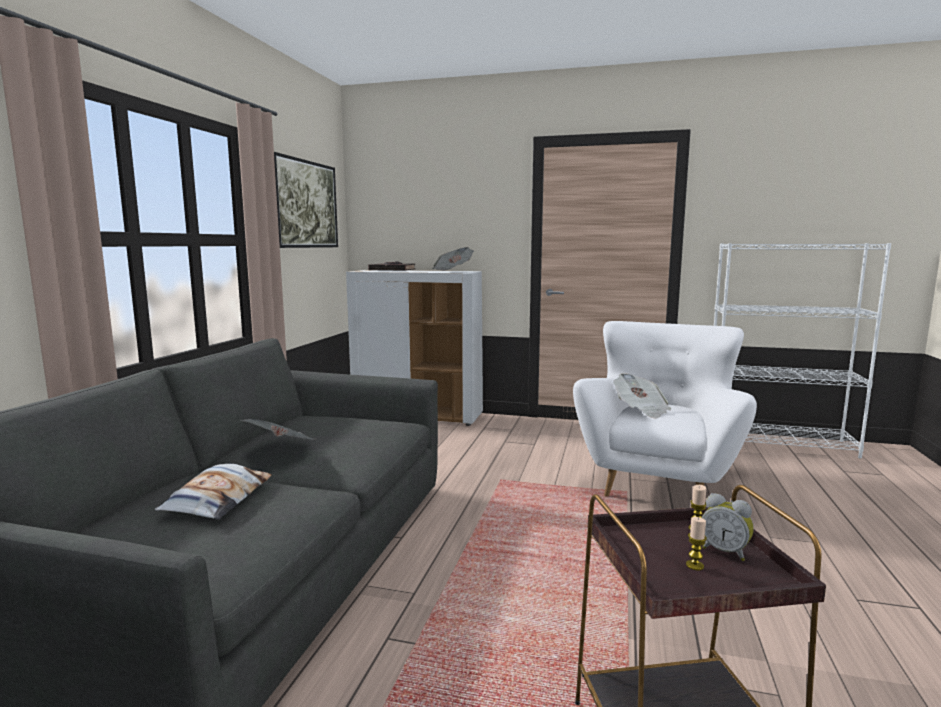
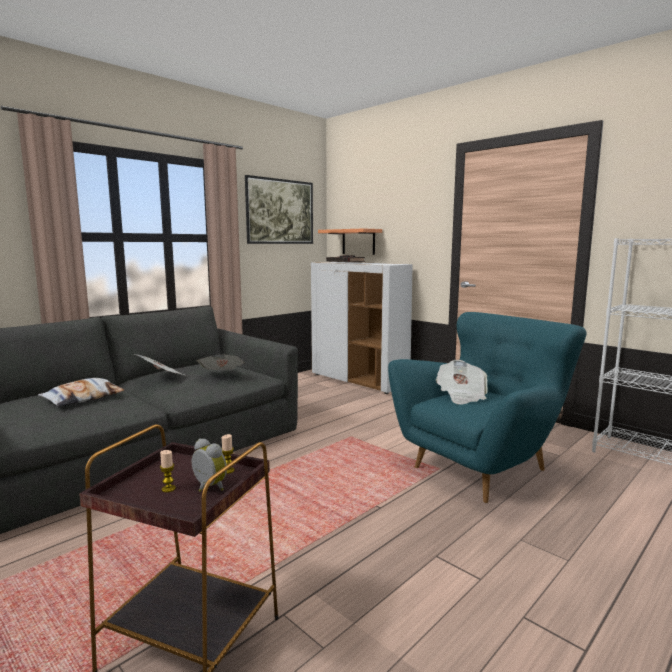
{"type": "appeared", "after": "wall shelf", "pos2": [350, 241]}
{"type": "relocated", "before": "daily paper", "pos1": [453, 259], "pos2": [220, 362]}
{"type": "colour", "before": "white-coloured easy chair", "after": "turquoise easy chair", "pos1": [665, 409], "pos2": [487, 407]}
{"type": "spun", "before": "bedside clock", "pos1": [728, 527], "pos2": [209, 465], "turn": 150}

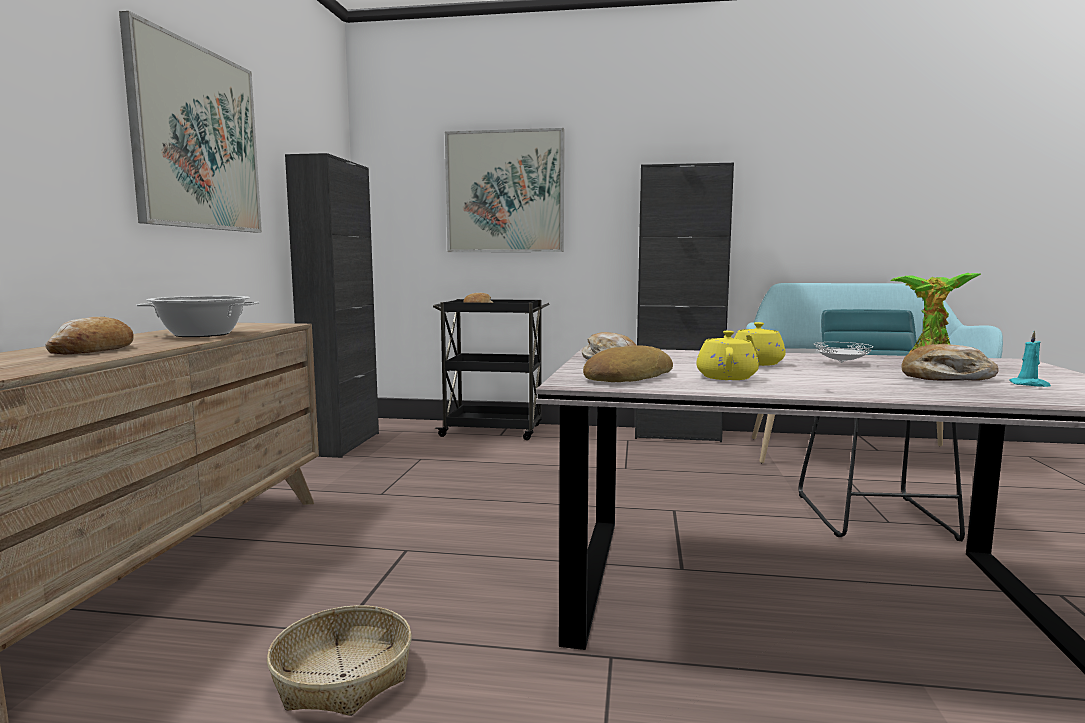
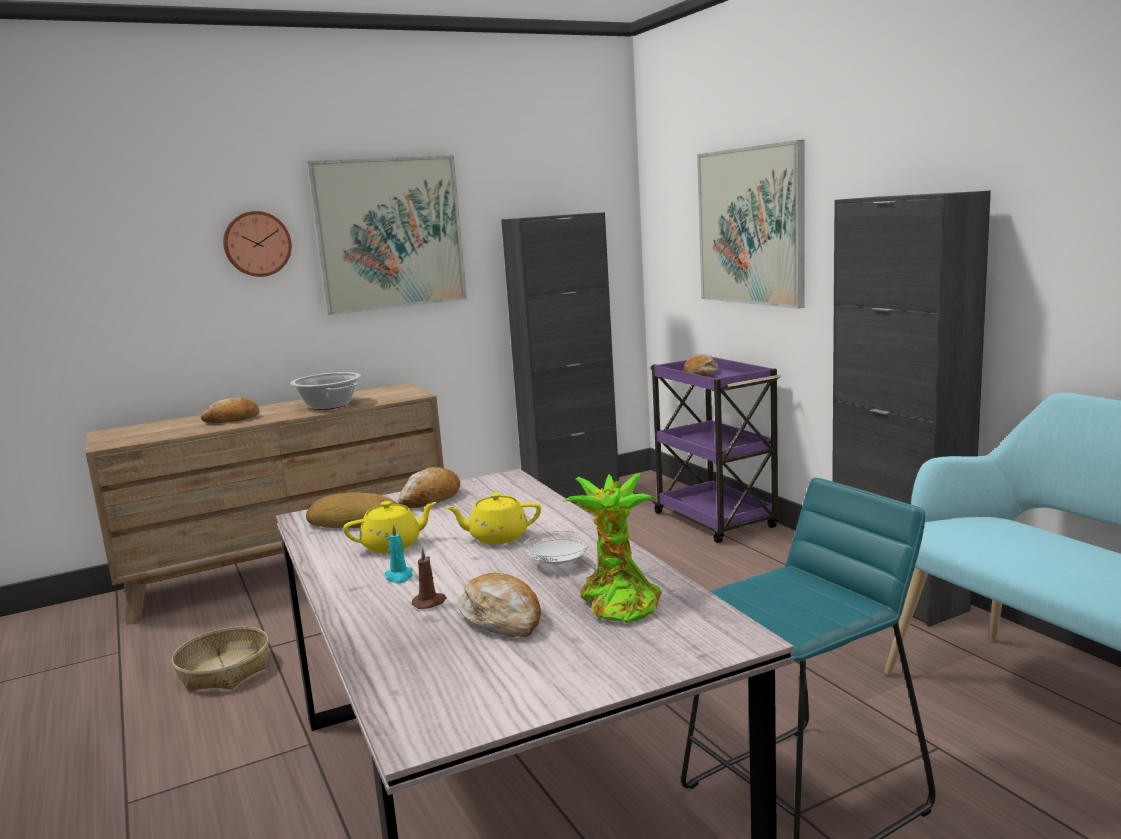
{"type": "appeared", "after": "wall clock", "pos2": [257, 244]}
{"type": "appeared", "after": "brown-coloured wax candle", "pos2": [429, 578]}
{"type": "relocated", "before": "turquoise wax candle", "pos1": [1030, 358], "pos2": [399, 554]}
{"type": "colour", "before": "black wheeled cart", "after": "purple-coloured wheeled cart", "pos1": [491, 369], "pos2": [715, 450]}

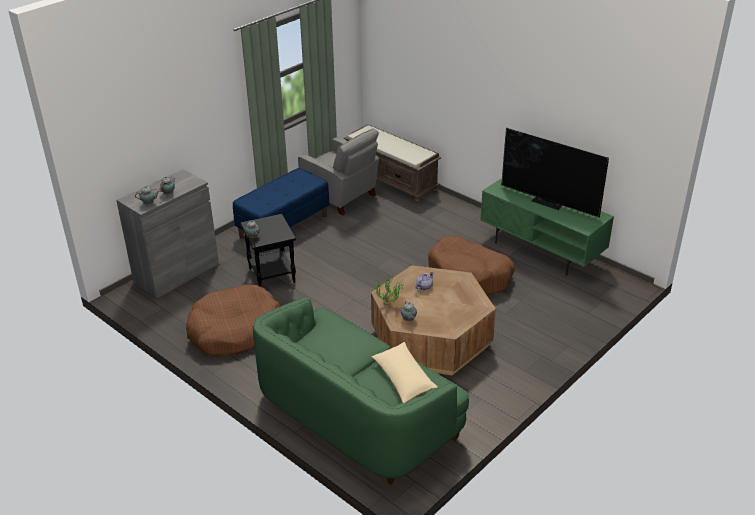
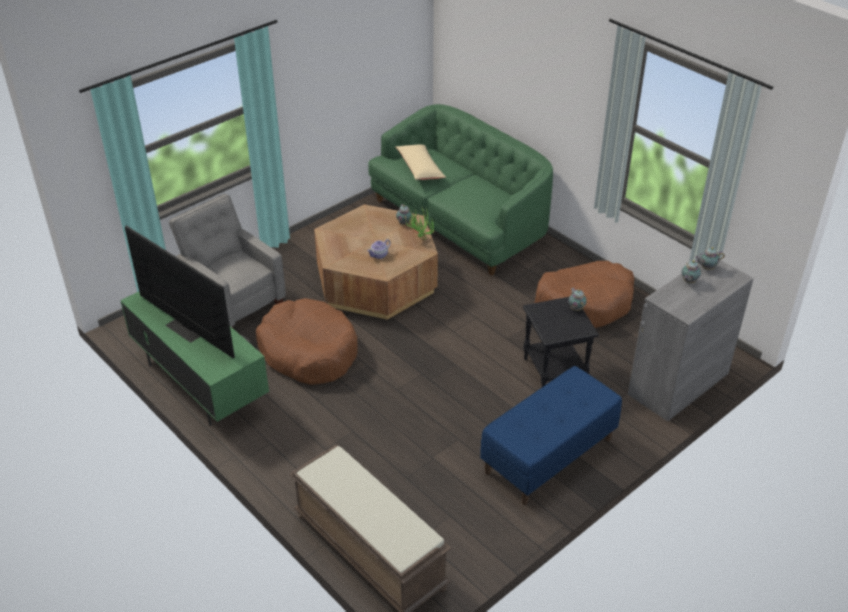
{"type": "relocated", "before": "gray easy chair", "pos1": [338, 172], "pos2": [227, 261]}

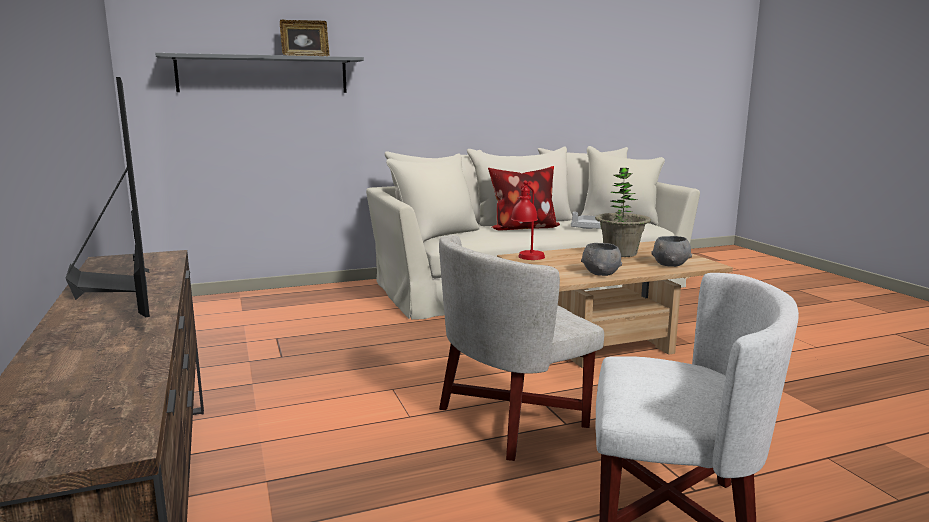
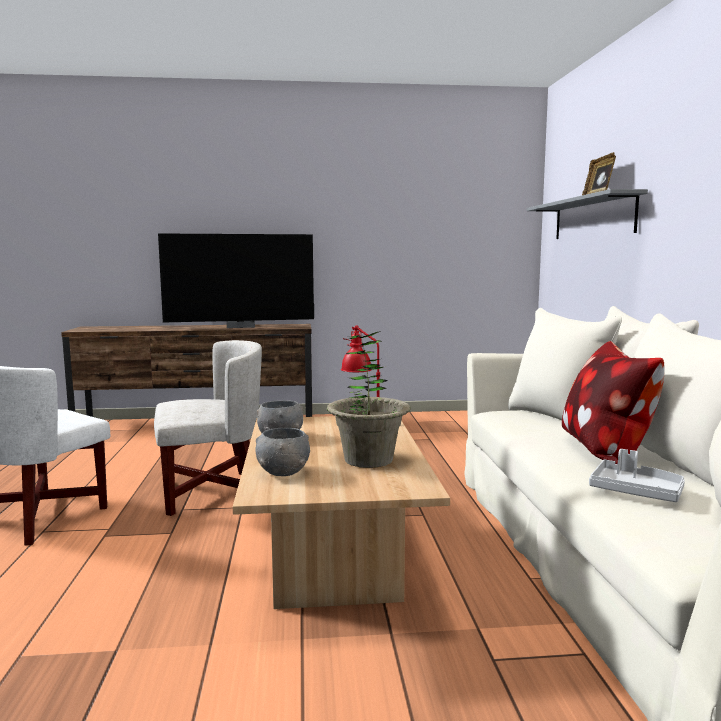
{"type": "spun", "before": "white-coloured easy chair", "pos1": [521, 348], "pos2": [208, 428], "turn": 90}

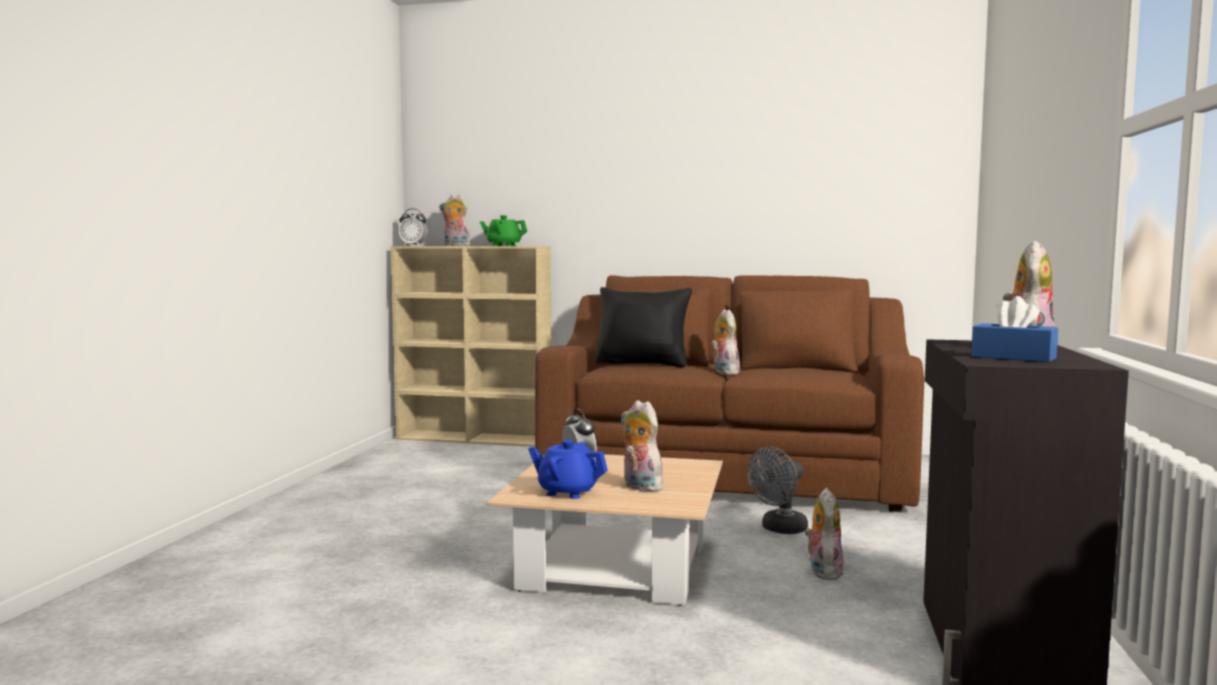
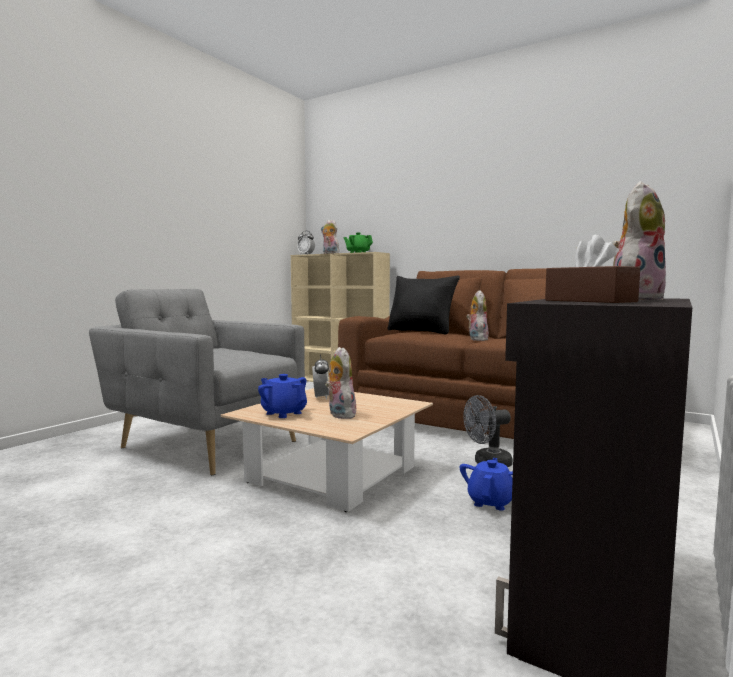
{"type": "appeared", "after": "gray easy chair", "pos2": [197, 382]}
{"type": "exchanged", "before": "cuddly toy", "after": "blue teapot", "pos1": [824, 534], "pos2": [486, 484]}
{"type": "colour", "before": "blue box of tissues", "after": "brown-coloured box of tissues", "pos1": [1015, 329], "pos2": [592, 269]}

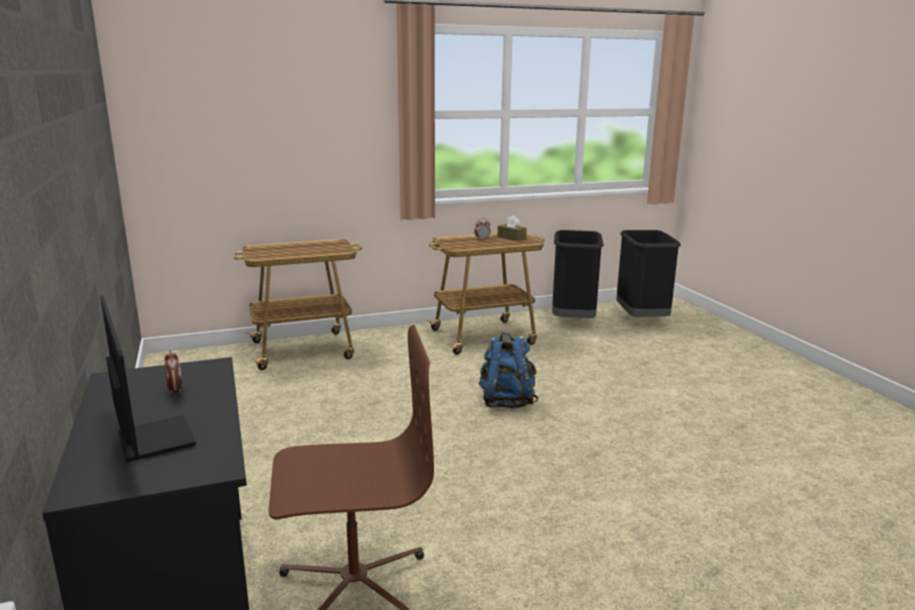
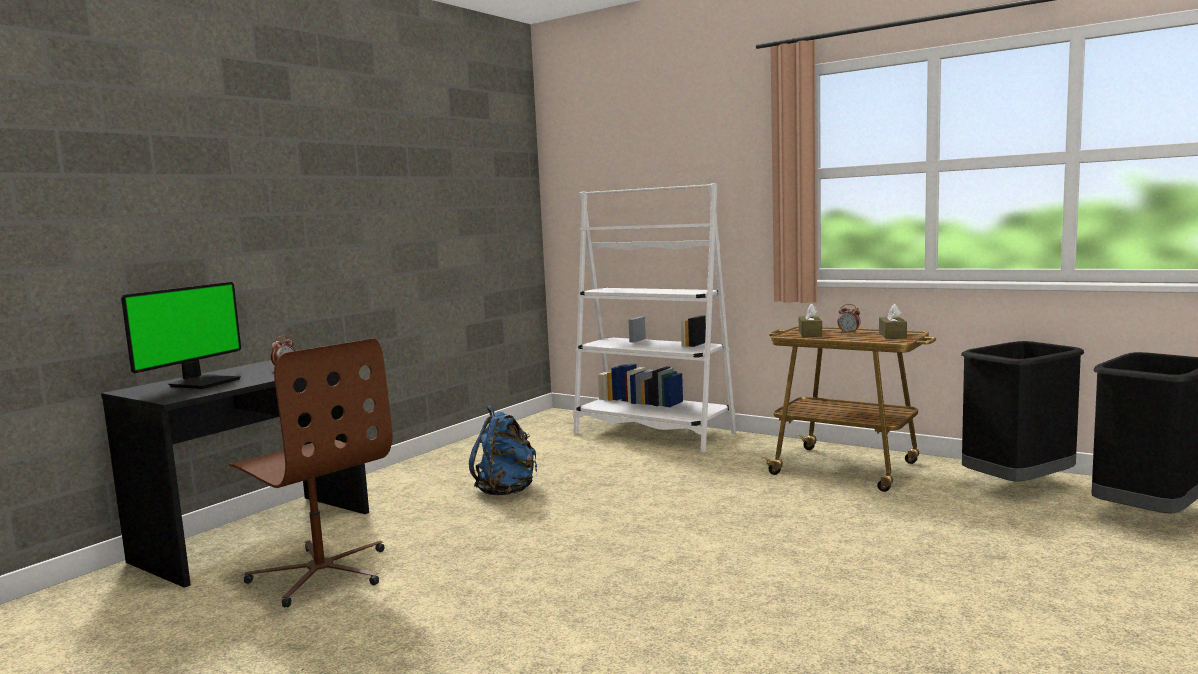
{"type": "appeared", "after": "brown-coloured box of tissues", "pos2": [810, 320]}
{"type": "relocated", "before": "blue knapsack", "pos1": [508, 370], "pos2": [503, 450]}
{"type": "exchanged", "before": "wheeled cart", "after": "white-coloured bookcase", "pos1": [297, 304], "pos2": [654, 318]}

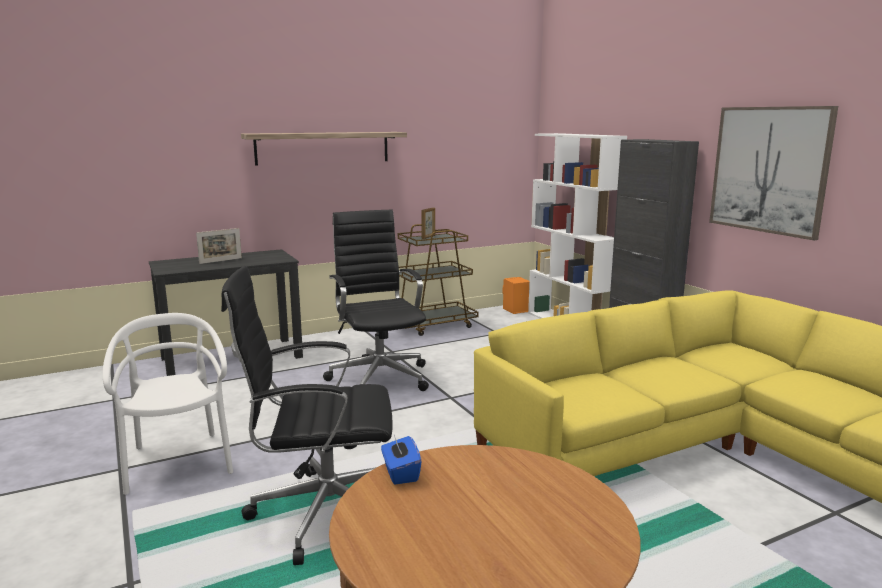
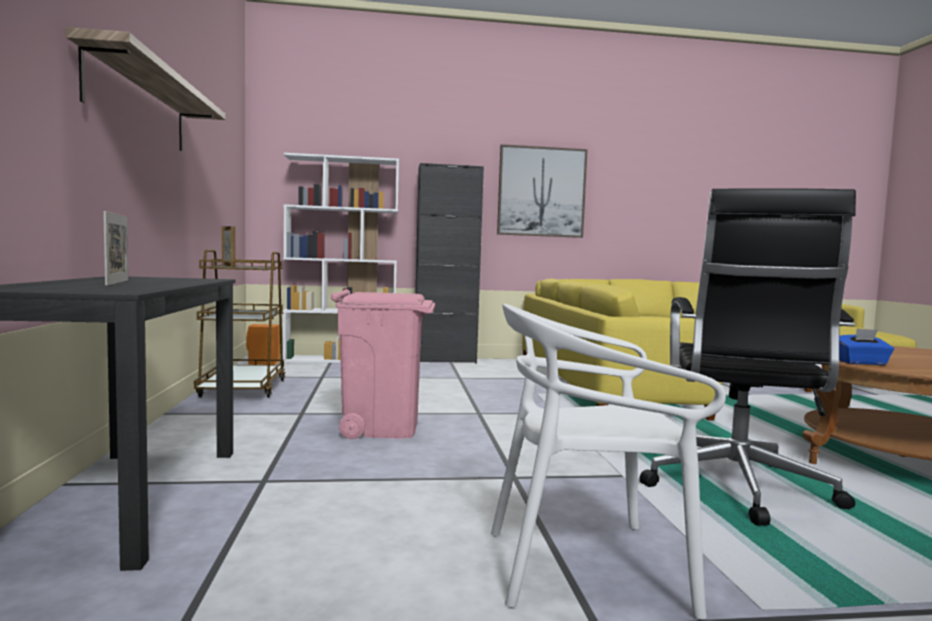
{"type": "exchanged", "before": "black desk chair", "after": "pinkish rubbish bin", "pos1": [376, 300], "pos2": [383, 364]}

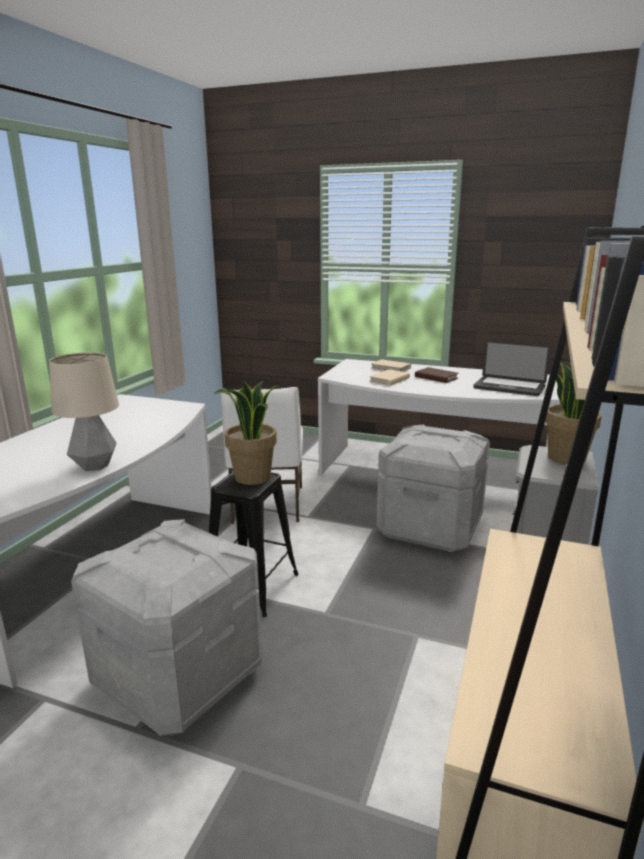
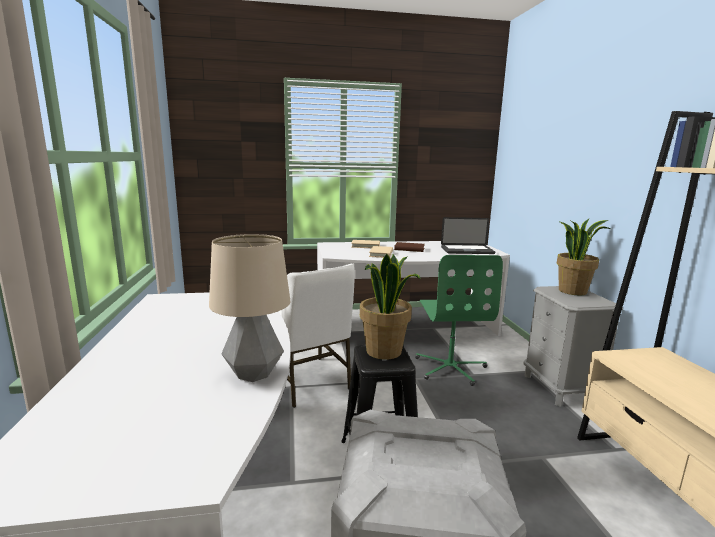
{"type": "exchanged", "before": "gray storage bin", "after": "green desk chair", "pos1": [433, 488], "pos2": [459, 320]}

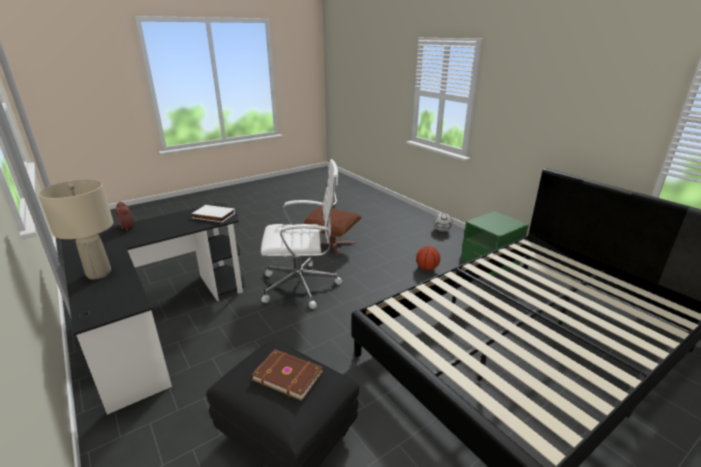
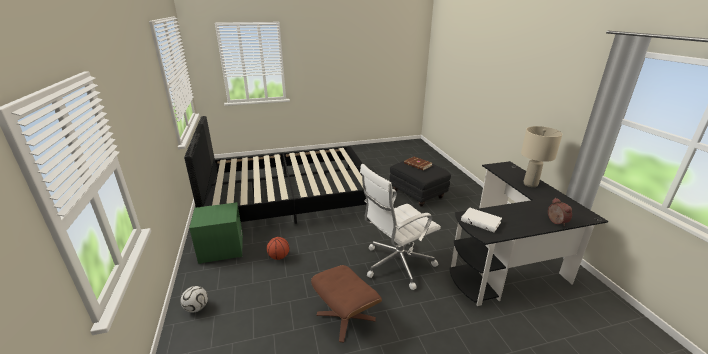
{"type": "spun", "before": "white-coloured desk chair", "pos1": [301, 234], "pos2": [400, 227], "turn": -45}

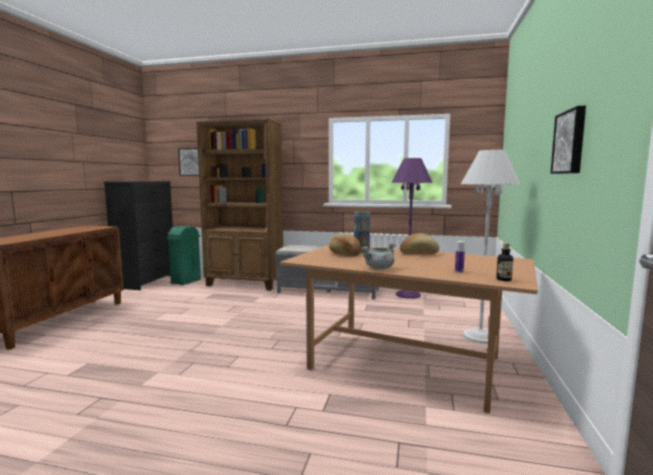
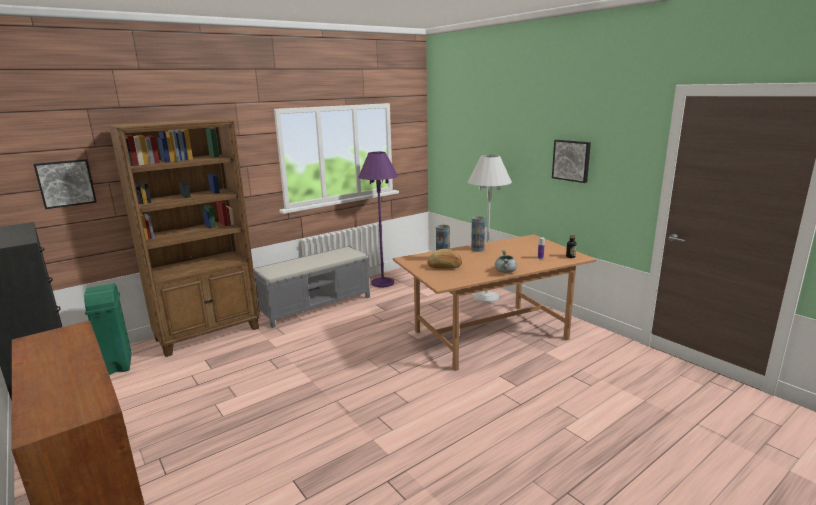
{"type": "exchanged", "before": "baked bread", "after": "decorative vase", "pos1": [419, 243], "pos2": [478, 234]}

